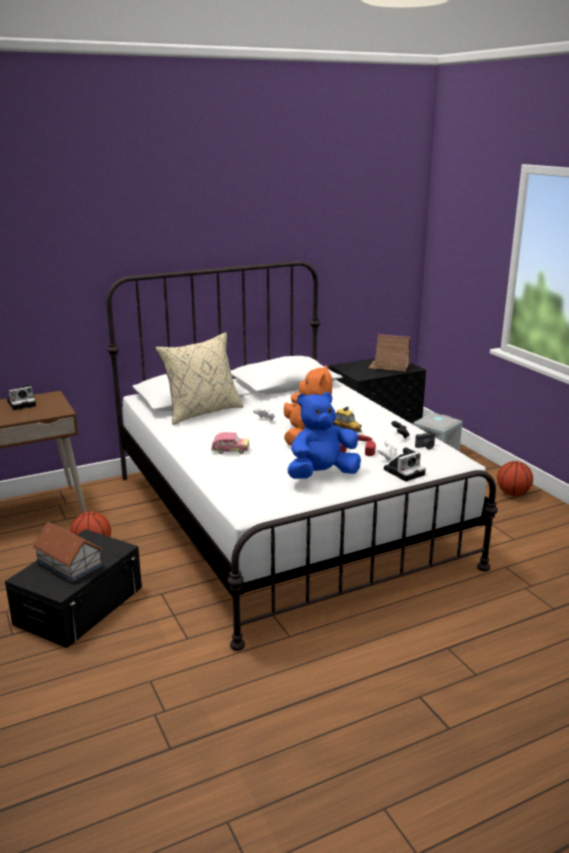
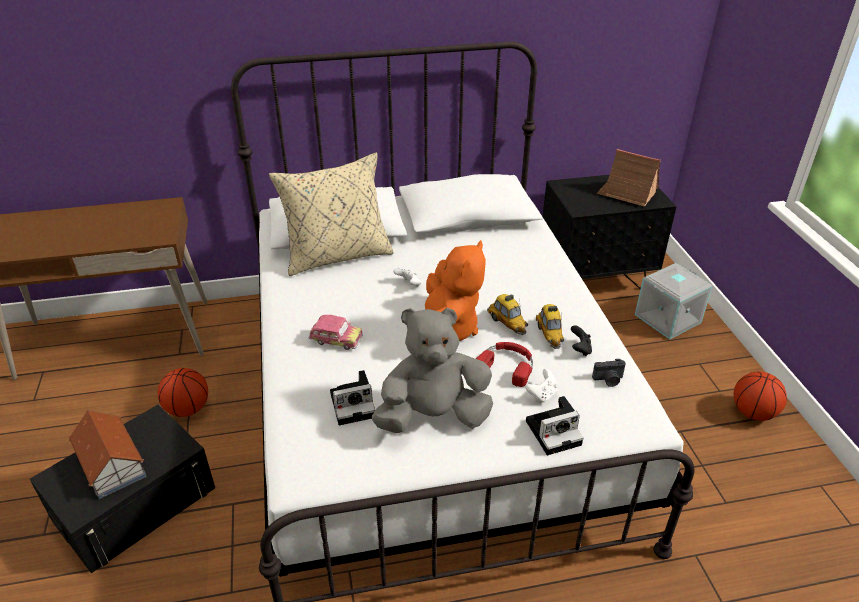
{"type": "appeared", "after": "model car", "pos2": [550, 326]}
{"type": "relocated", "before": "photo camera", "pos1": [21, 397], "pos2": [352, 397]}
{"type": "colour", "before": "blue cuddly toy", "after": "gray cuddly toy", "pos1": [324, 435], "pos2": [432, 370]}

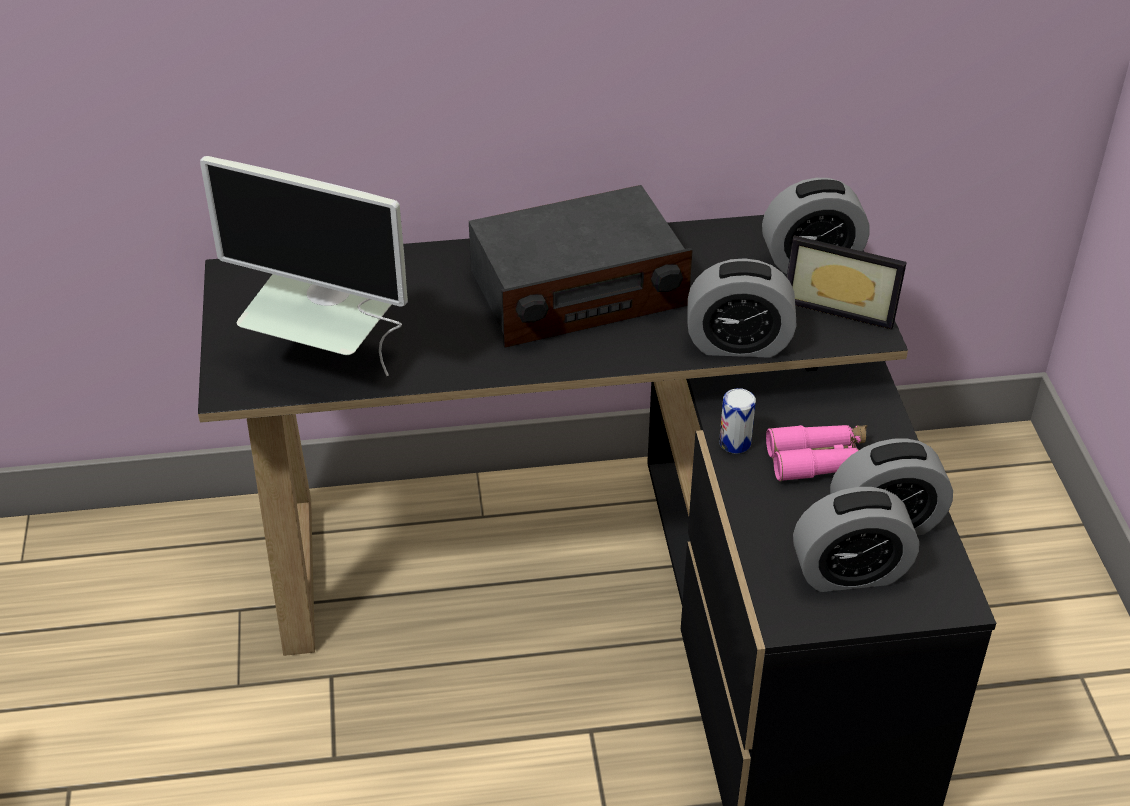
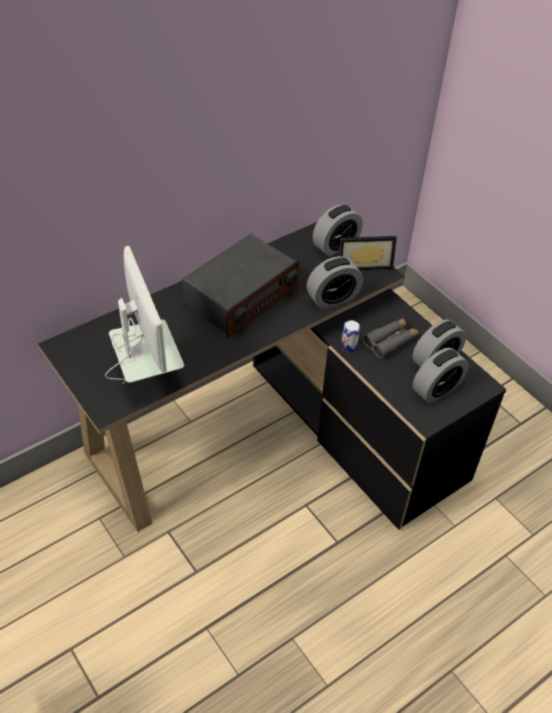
{"type": "colour", "before": "pinkish field glasses", "after": "gray field glasses", "pos1": [817, 453], "pos2": [391, 338]}
{"type": "spun", "before": "computer screen", "pos1": [304, 266], "pos2": [144, 315], "turn": -105}

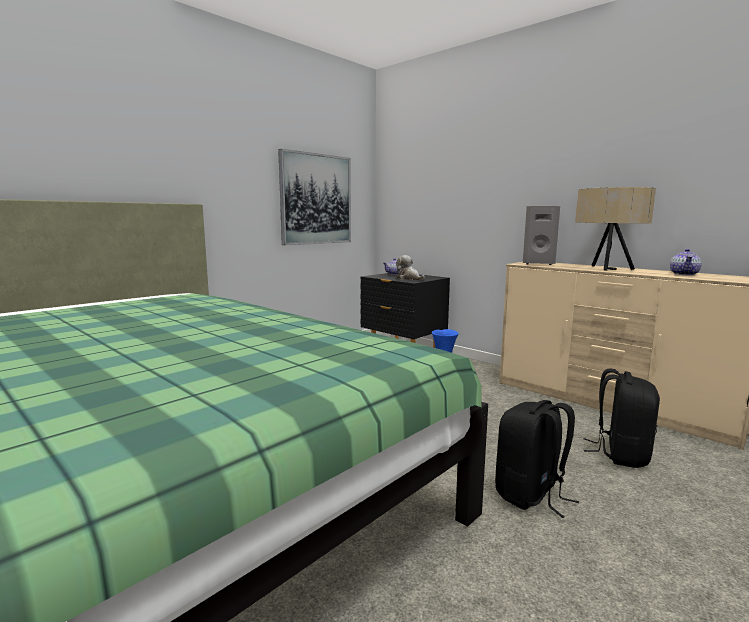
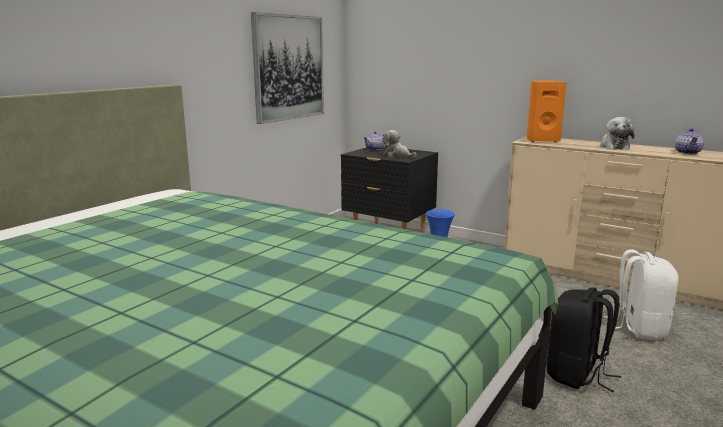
{"type": "exchanged", "before": "beige-coloured tabletop lamp", "after": "cuddly toy", "pos1": [615, 229], "pos2": [617, 133]}
{"type": "colour", "before": "gray loudspeaker", "after": "orange loudspeaker", "pos1": [541, 235], "pos2": [547, 111]}
{"type": "colour", "before": "black knapsack", "after": "white-coloured knapsack", "pos1": [621, 418], "pos2": [641, 294]}

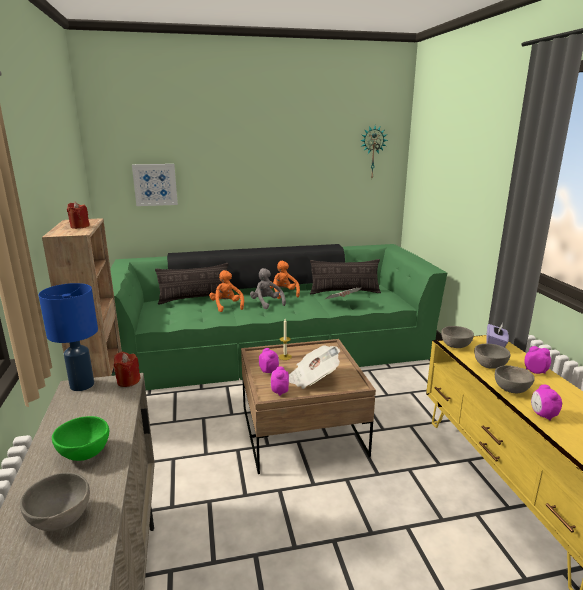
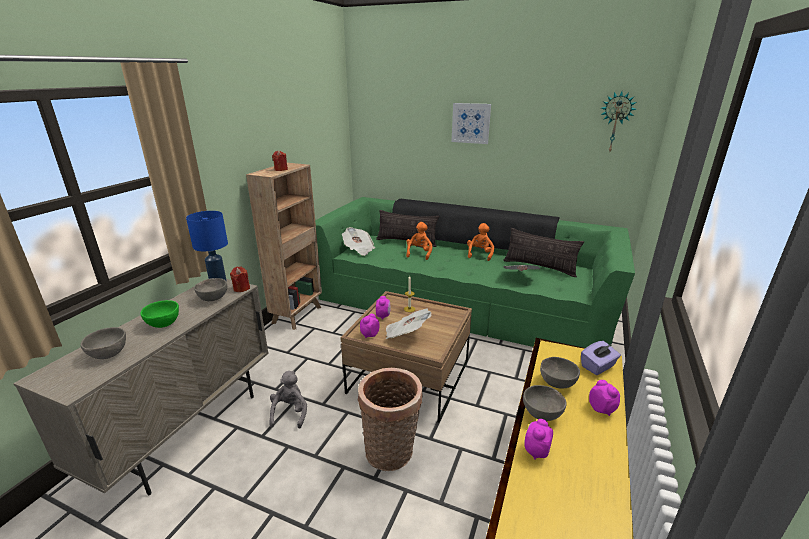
{"type": "appeared", "after": "daily paper", "pos2": [358, 241]}
{"type": "appeared", "after": "basket", "pos2": [390, 419]}
{"type": "relocated", "before": "wall picture", "pos1": [155, 185], "pos2": [471, 123]}
{"type": "relocated", "before": "gray cuddly toy", "pos1": [268, 288], "pos2": [288, 399]}
{"type": "relocated", "before": "gray bowl", "pos1": [457, 337], "pos2": [210, 289]}

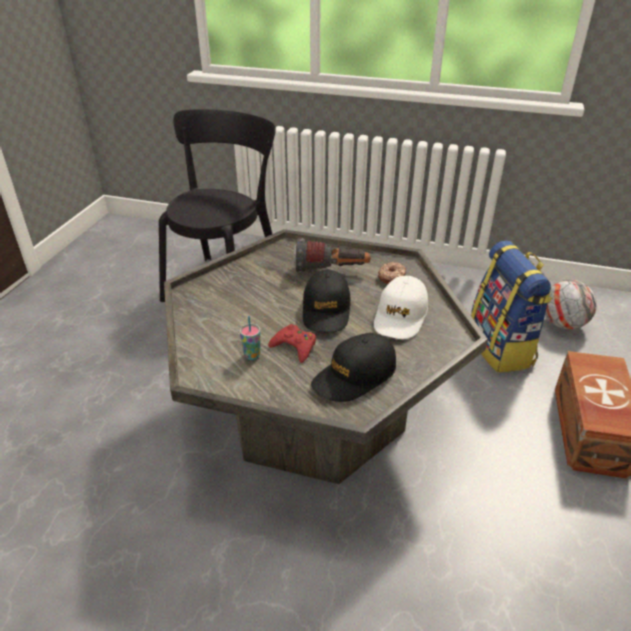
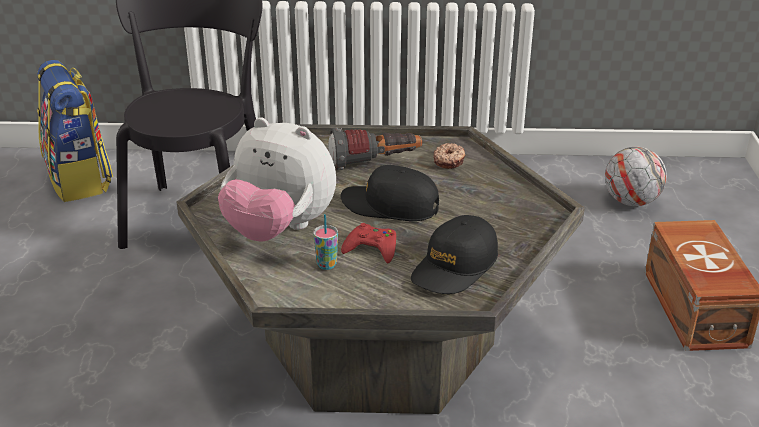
{"type": "missing", "before": "white-coloured cap", "pos1": [401, 307]}
{"type": "appeared", "after": "cuddly toy", "pos2": [277, 179]}
{"type": "relocated", "before": "knapsack", "pos1": [511, 306], "pos2": [75, 131]}
{"type": "spun", "before": "black cap", "pos1": [327, 300], "pos2": [390, 193], "turn": 120}

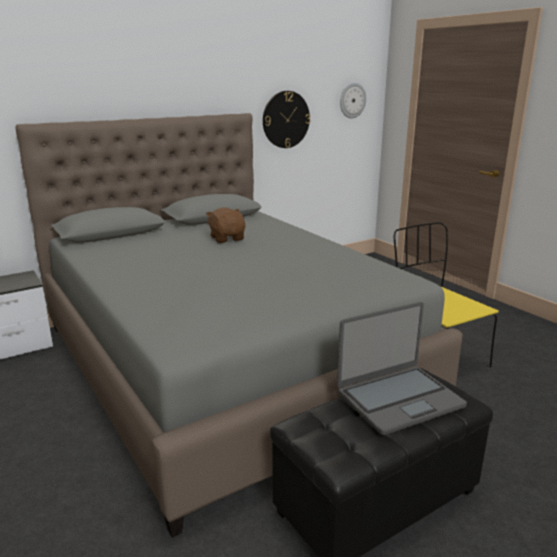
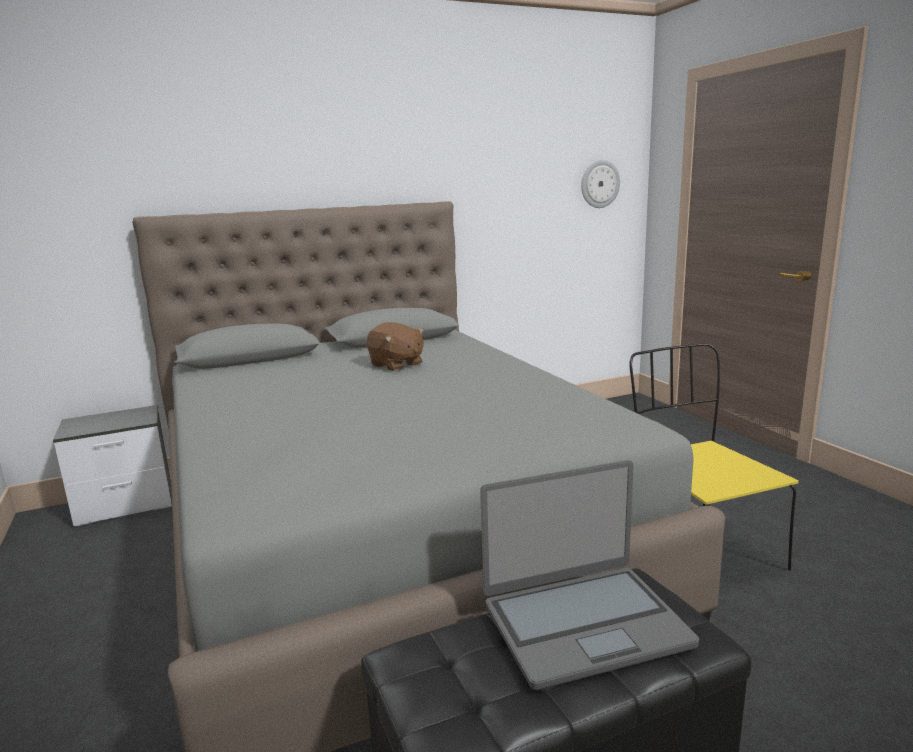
{"type": "missing", "before": "wall clock", "pos1": [286, 119]}
{"type": "spun", "before": "brown-coloured cuddly toy", "pos1": [225, 225], "pos2": [395, 346], "turn": 150}

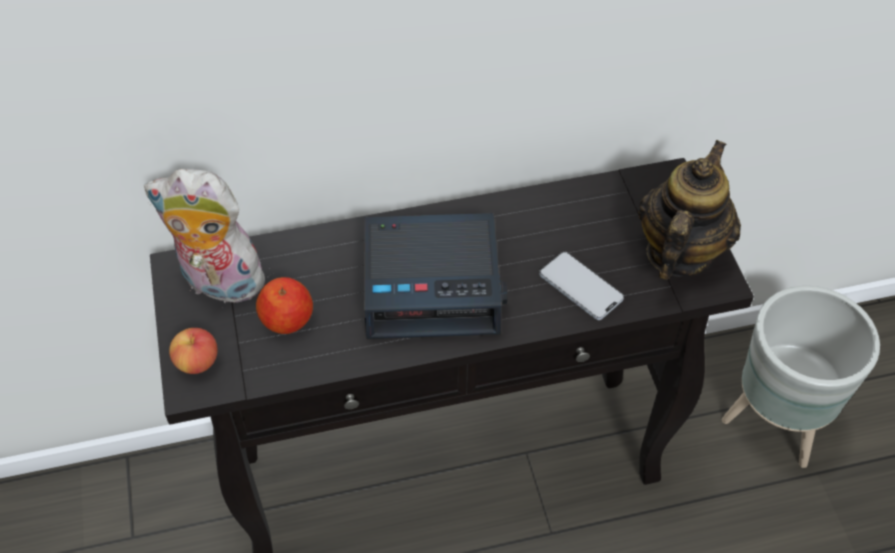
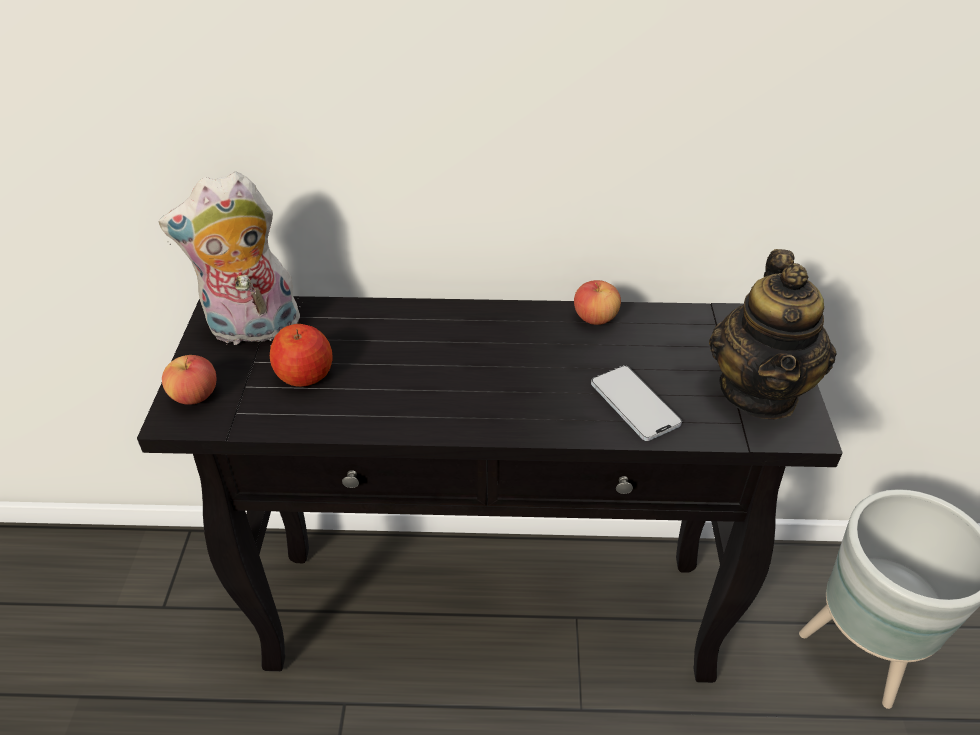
{"type": "missing", "before": "bedside clock", "pos1": [435, 276]}
{"type": "appeared", "after": "apple fruit", "pos2": [597, 302]}
{"type": "spun", "before": "cuddly toy", "pos1": [209, 238], "pos2": [229, 259], "turn": -45}
{"type": "spun", "before": "teapot", "pos1": [689, 210], "pos2": [773, 334], "turn": 150}

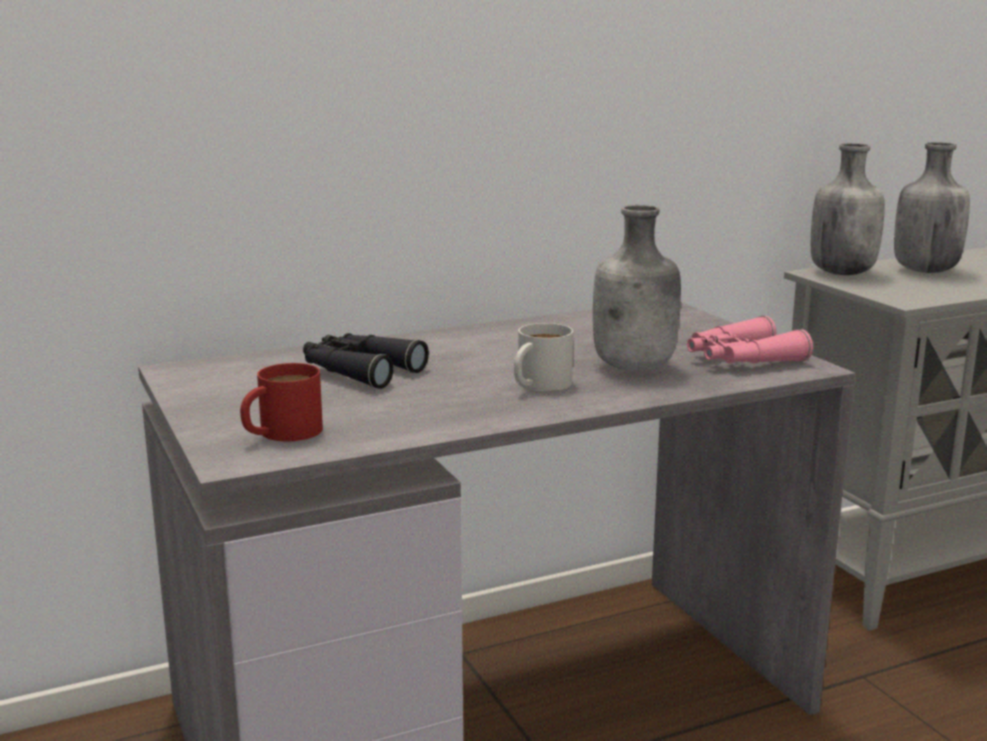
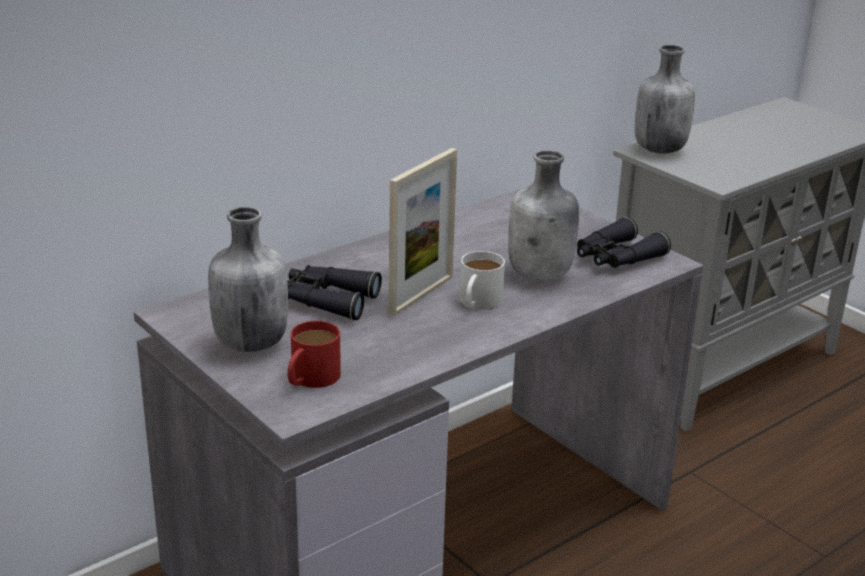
{"type": "appeared", "after": "photo frame", "pos2": [423, 232]}
{"type": "relocated", "before": "gray drink bottle", "pos1": [932, 207], "pos2": [248, 279]}
{"type": "colour", "before": "pinkish field glasses", "after": "black field glasses", "pos1": [750, 340], "pos2": [624, 242]}

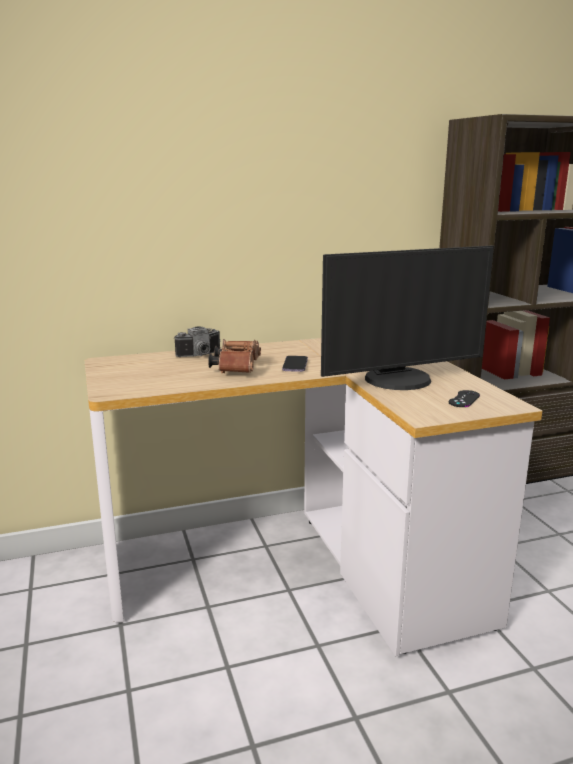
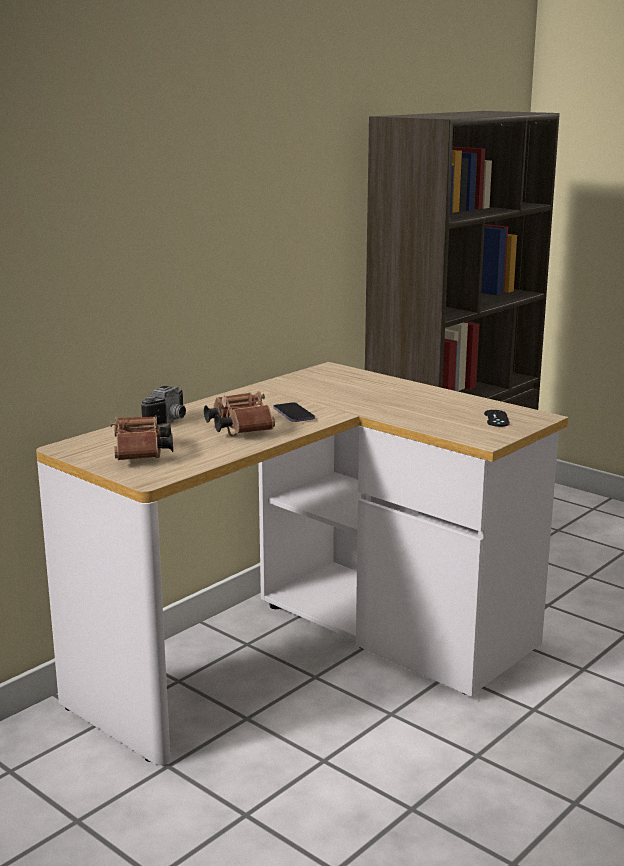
{"type": "missing", "before": "computer screen", "pos1": [407, 318]}
{"type": "appeared", "after": "brown-coloured field glasses", "pos2": [142, 437]}

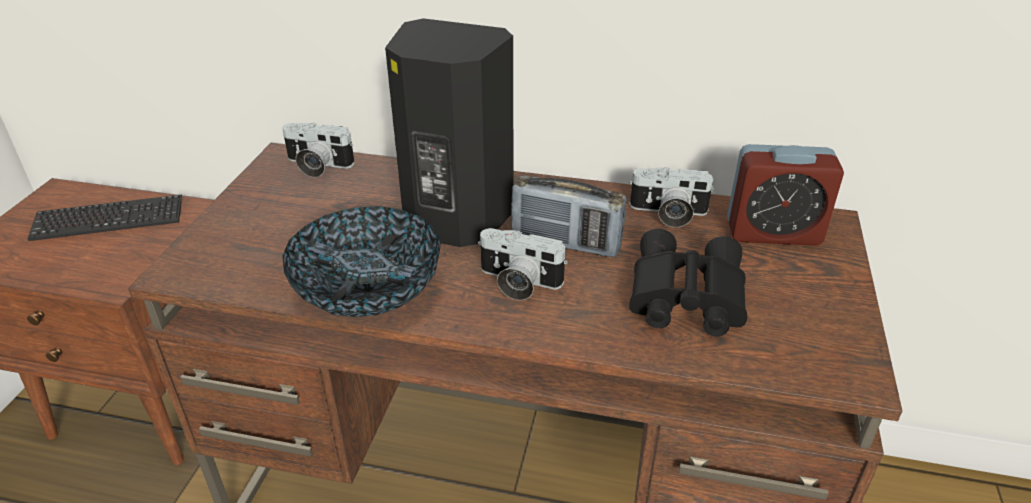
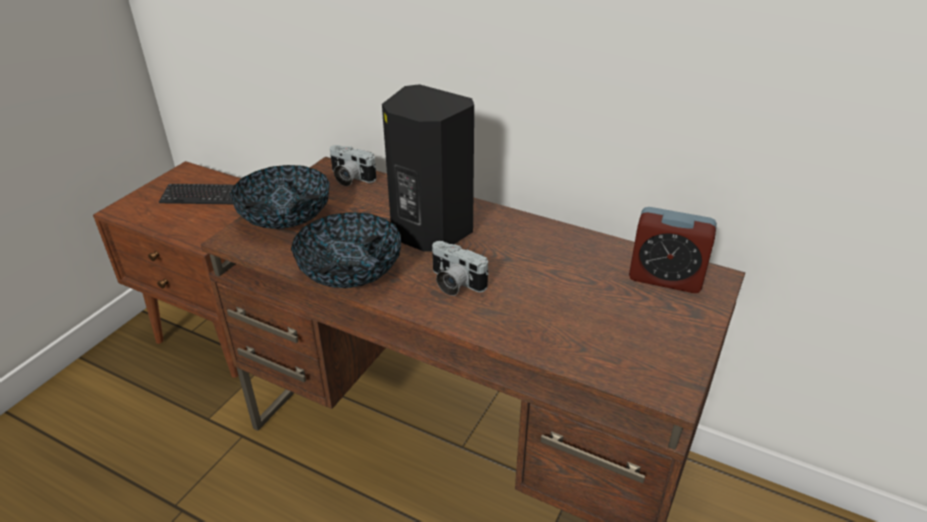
{"type": "missing", "before": "radio receiver", "pos1": [569, 216]}
{"type": "missing", "before": "photo camera", "pos1": [672, 197]}
{"type": "missing", "before": "black field glasses", "pos1": [688, 282]}
{"type": "appeared", "after": "bowl", "pos2": [280, 197]}

